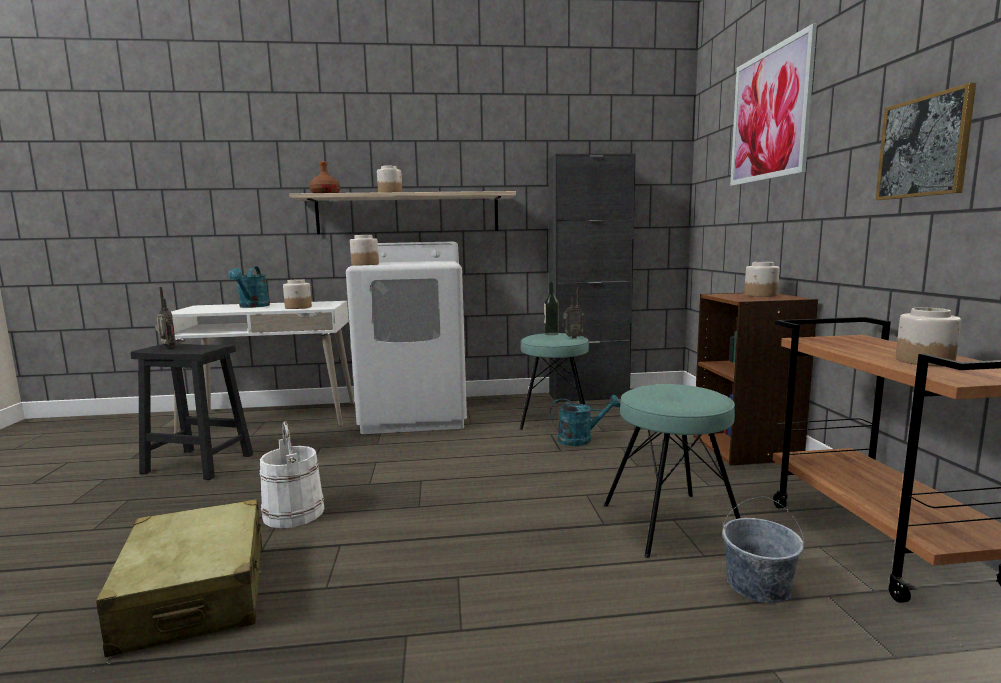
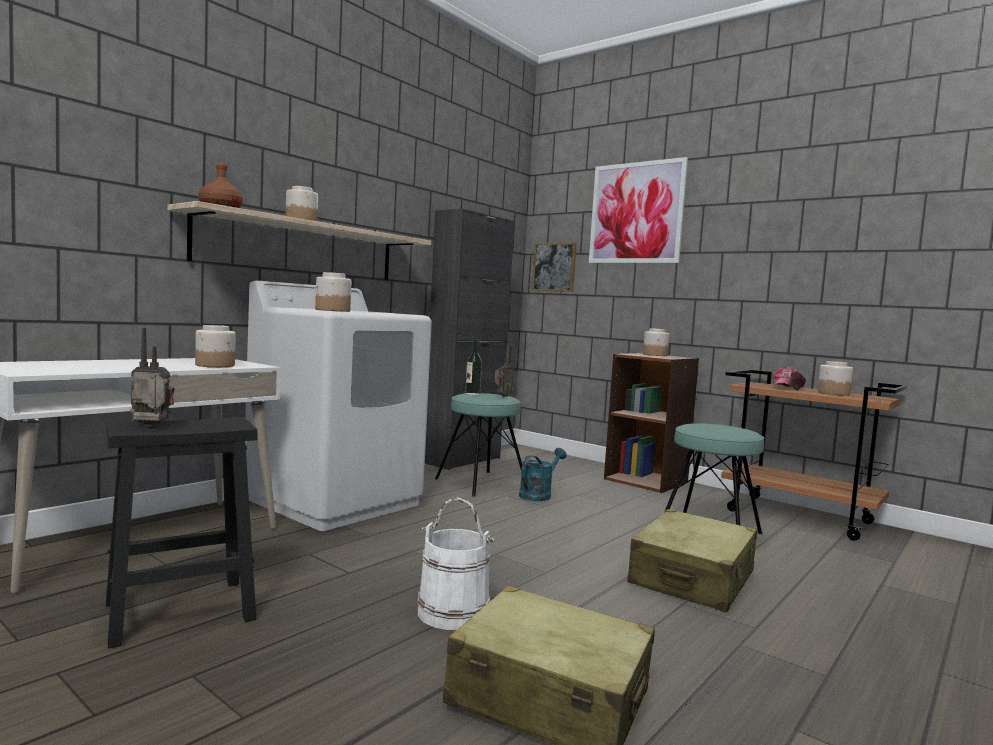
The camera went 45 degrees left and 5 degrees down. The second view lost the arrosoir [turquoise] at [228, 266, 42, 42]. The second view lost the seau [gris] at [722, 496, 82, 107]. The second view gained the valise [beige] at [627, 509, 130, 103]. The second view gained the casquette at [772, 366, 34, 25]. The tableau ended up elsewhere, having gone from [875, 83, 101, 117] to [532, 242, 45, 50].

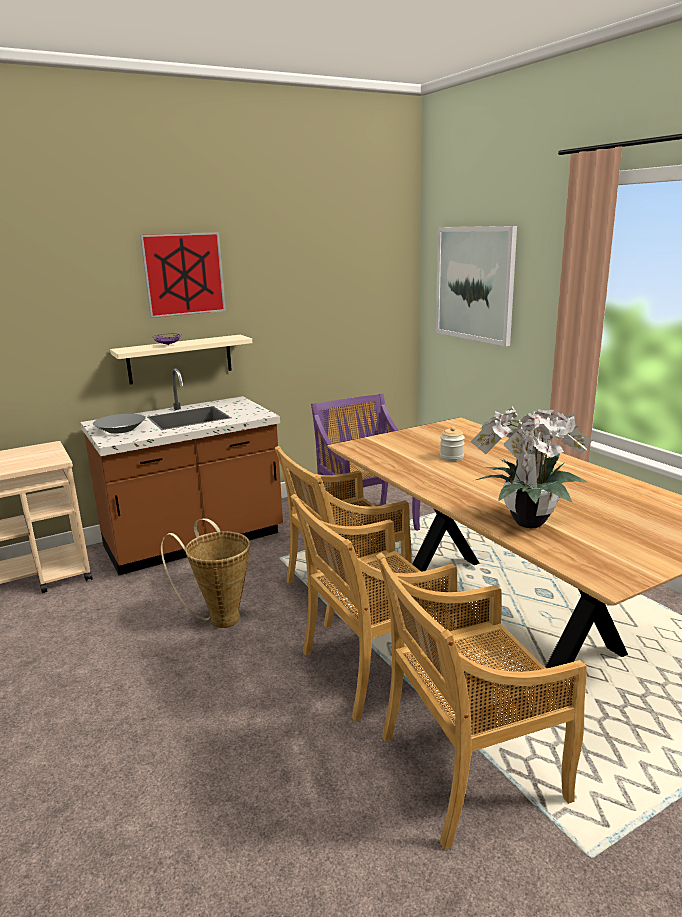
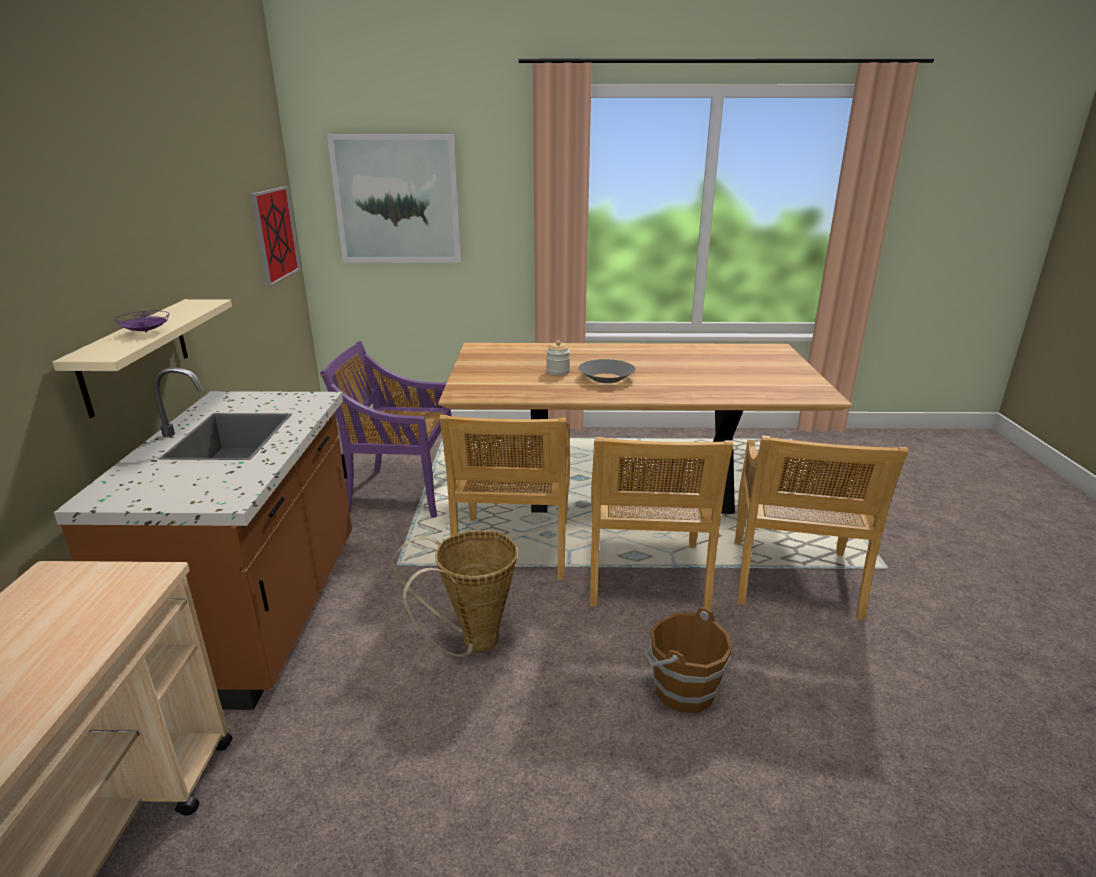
The camera went 60 degrees left and 5 degrees up. The second view lost the plante en pot at [471, 406, 121, 122]. The second view gained the seau [marron] at [644, 607, 88, 106]. The bol [gris] ended up elsewhere, having gone from [93, 414, 52, 20] to [578, 359, 57, 24]. The tableau ended up elsewhere, having gone from [140, 232, 86, 86] to [250, 186, 51, 101].

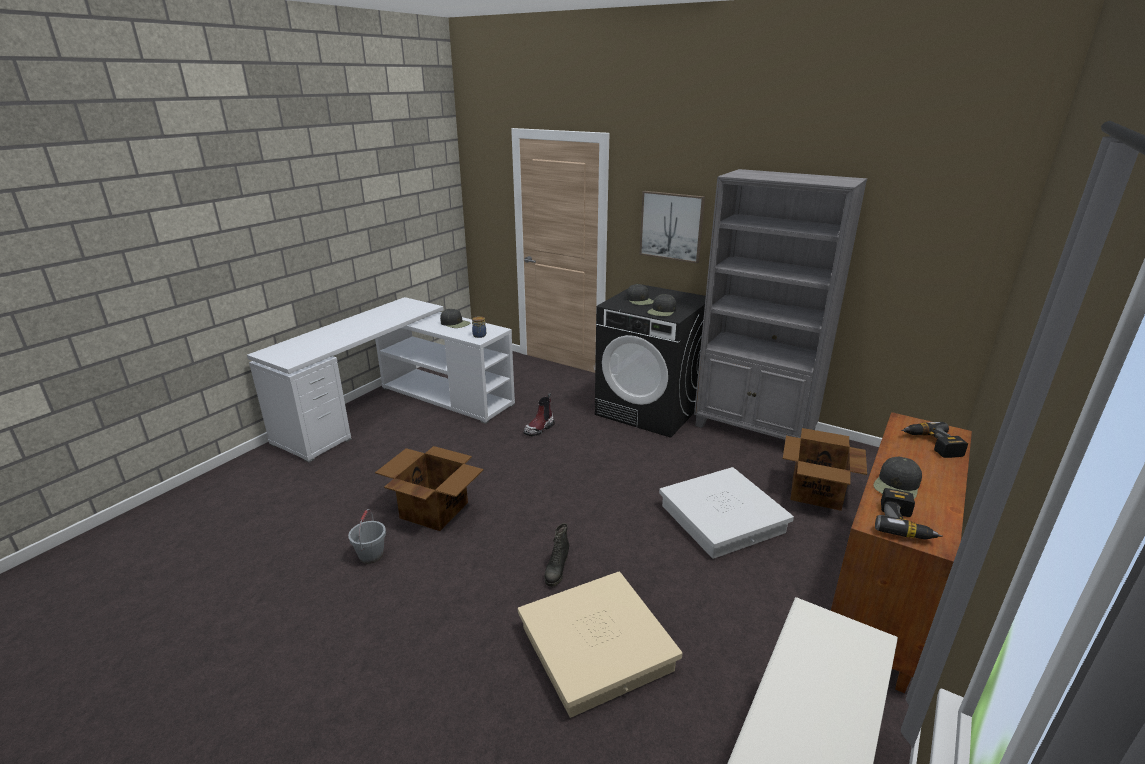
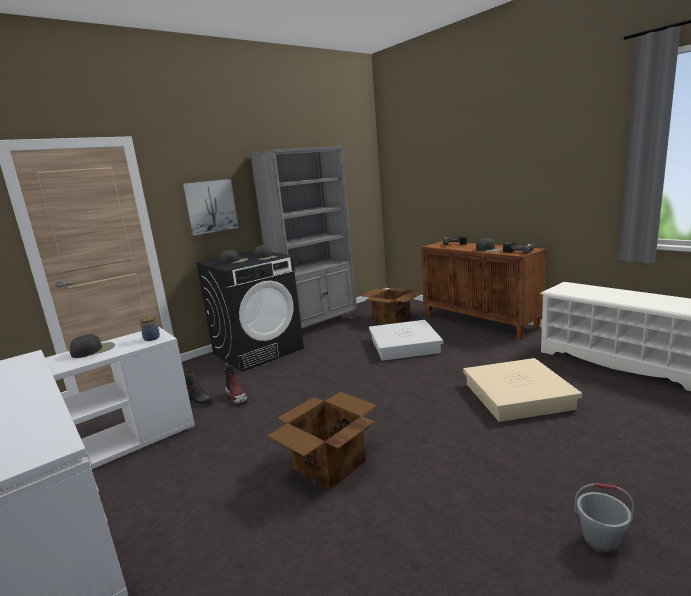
The camera went 70 degrees left and 10 degrees down. The seau [gris] ended up elsewhere, having gone from [348, 509, 38, 55] to [574, 483, 60, 70]. The botte [noir] ended up elsewhere, having gone from [545, 523, 24, 64] to [184, 371, 29, 35].

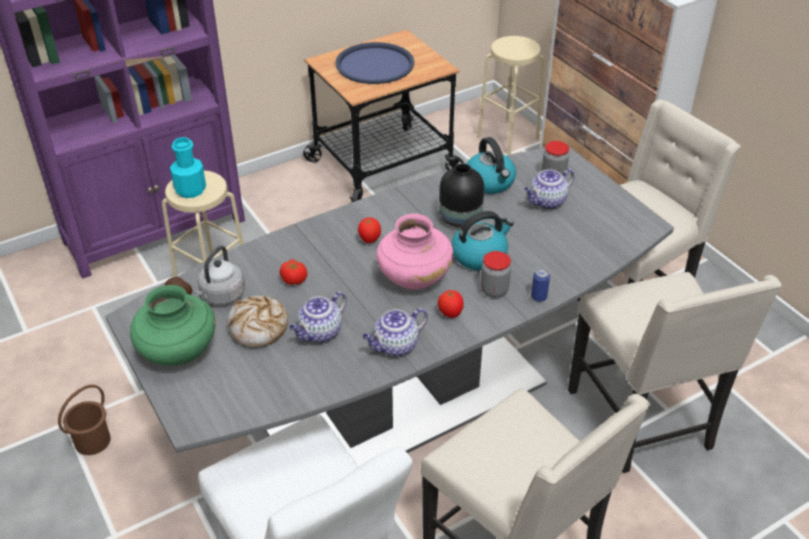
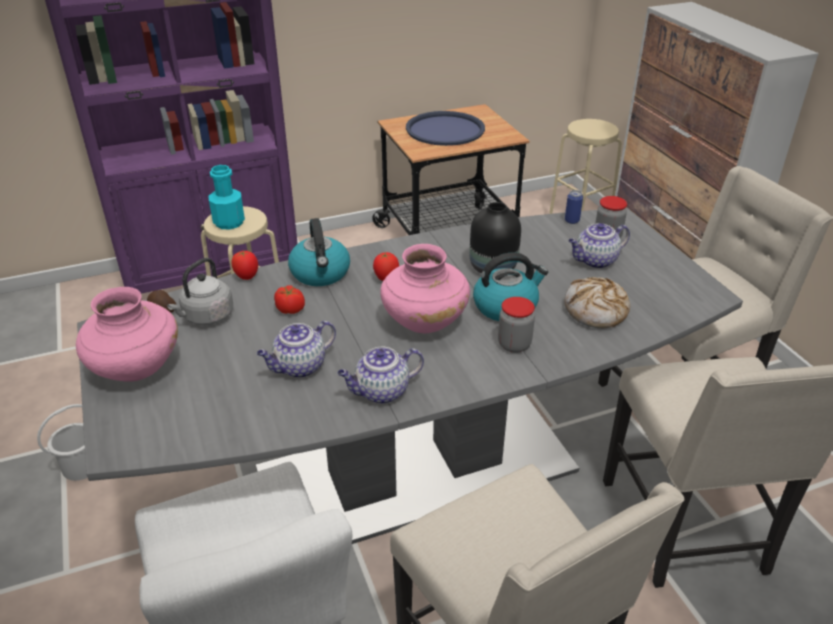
The camera went 10 degrees right and 5 degrees down. The pain ended up elsewhere, having gone from [227, 296, 61, 52] to [564, 277, 66, 52]. The tomate ended up elsewhere, having gone from [438, 290, 26, 28] to [231, 250, 27, 30]. The bouilloire ended up elsewhere, having gone from [467, 137, 49, 57] to [288, 218, 62, 68]. The boîte métallique ended up elsewhere, having gone from [531, 268, 19, 34] to [565, 190, 18, 34]. What was the seau [marron] at [58, 385, 53, 70] turned into the seau [blanc] at [37, 404, 51, 77]. What was the vase [vert] at [130, 285, 86, 81] turned into the vase [rose] at [76, 287, 102, 95].

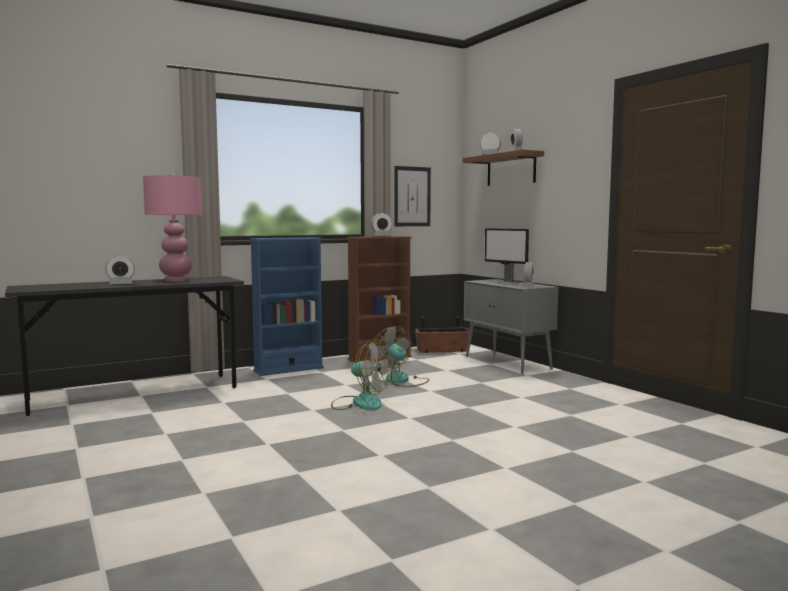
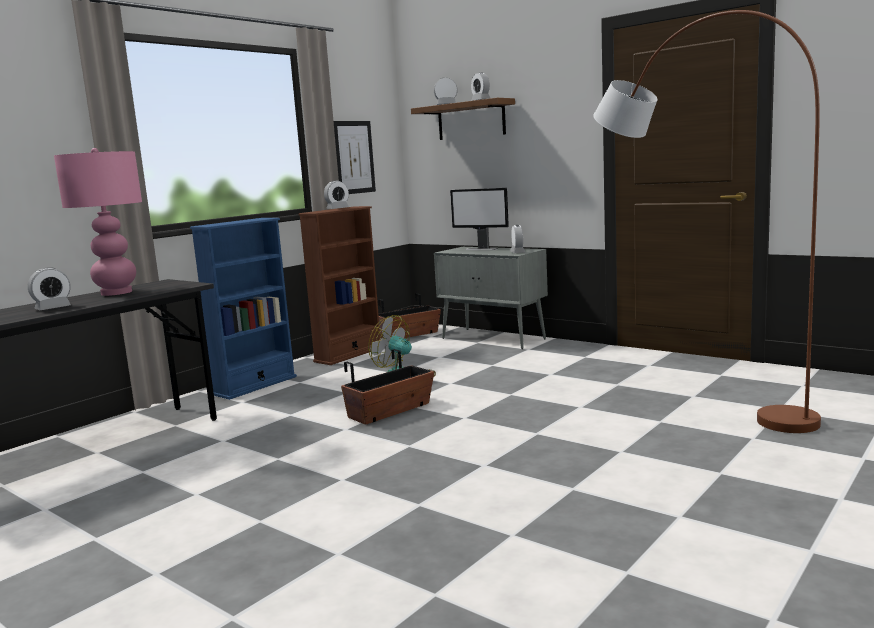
The camera went 20 degrees left and 5 degrees up. The second view gained the lampadaire [marron] at [593, 10, 228, 423]. Where the ventilateur stood at [331, 341, 60, 69], the cache-pot came to stand at [341, 349, 93, 75].

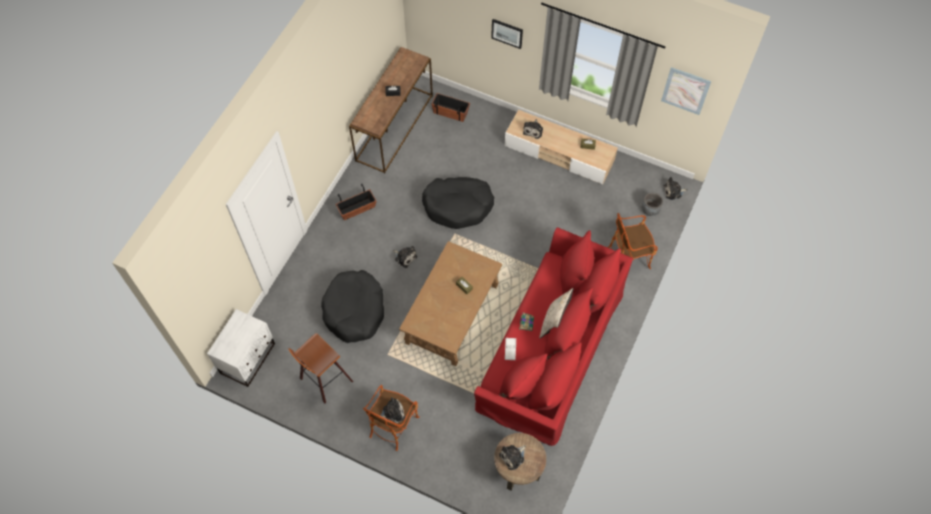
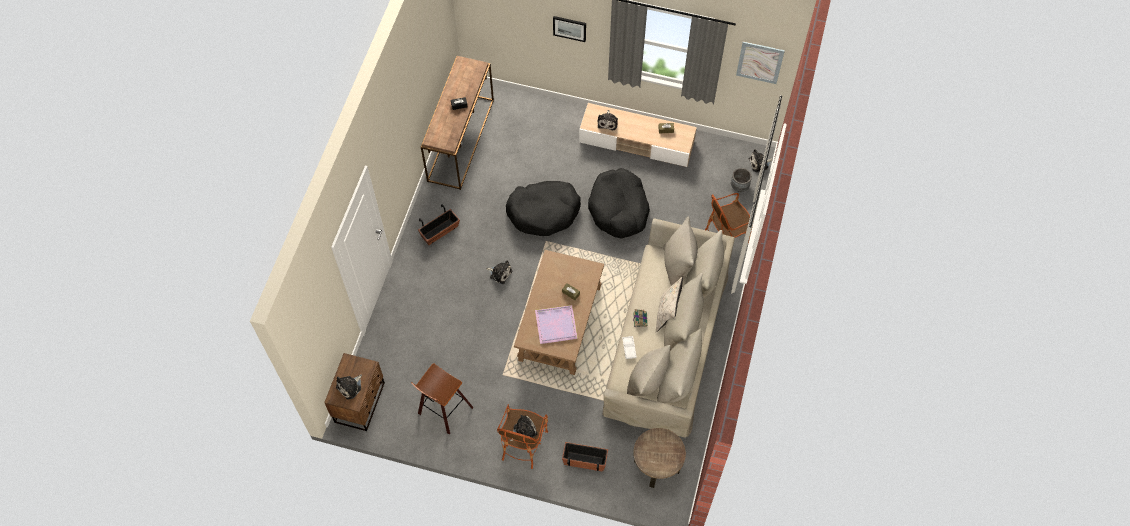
The camera went 10 degrees left and 0 degrees up. The second view gained the plateau [violet] at [535, 305, 43, 39]. The panier pour chien [noir] ended up elsewhere, having gone from [321, 270, 63, 73] to [588, 168, 62, 71]. The cache-pot ended up elsewhere, having gone from [432, 93, 38, 29] to [562, 442, 46, 30]. The peluche ended up elsewhere, having gone from [499, 445, 27, 25] to [336, 374, 26, 26]. What was the table de chevet [blanc] at [207, 309, 68, 78] turned into the table de chevet [marron] at [324, 353, 61, 78]. What was the canapé [rouge] at [474, 227, 159, 219] turned into the canapé [beige] at [602, 216, 133, 222].

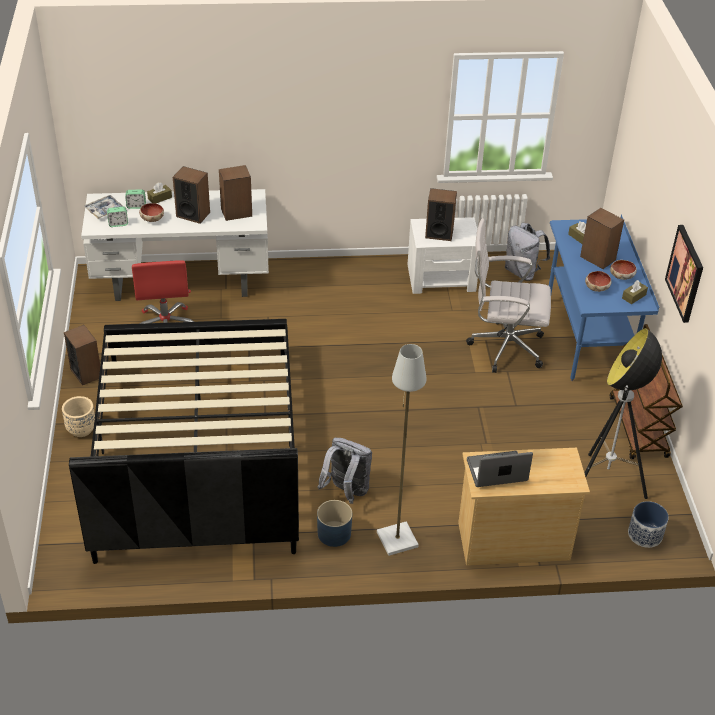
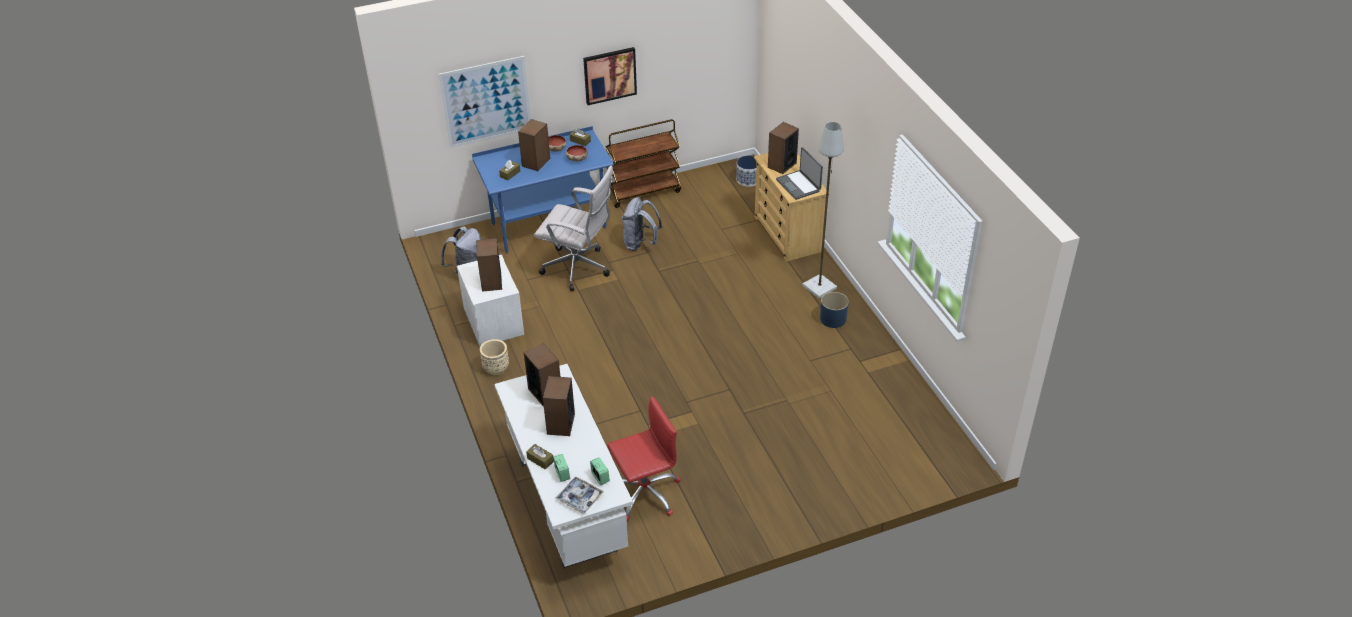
The camera went 105 degrees left and 0 degrees up. The second view lost the lit [noir] at [69, 319, 230, 245]. The second view lost the bol at [139, 203, 25, 19]. The second view lost the lampadaire at [585, 328, 77, 171]. The second view gained the tableau at [439, 56, 92, 92]. The cache-pot [beige] ended up elsewhere, having gone from [62, 396, 33, 41] to [480, 339, 29, 36]. The enceinte ended up elsewhere, having gone from [64, 325, 36, 60] to [768, 122, 31, 52]. The sac à dos [gris] ended up elsewhere, having gone from [317, 438, 55, 66] to [622, 197, 41, 54]. The chaise de bureau [blanc] at [466, 218, 85, 155] ended up facing another way, 60 degrees counterclockwise from before.

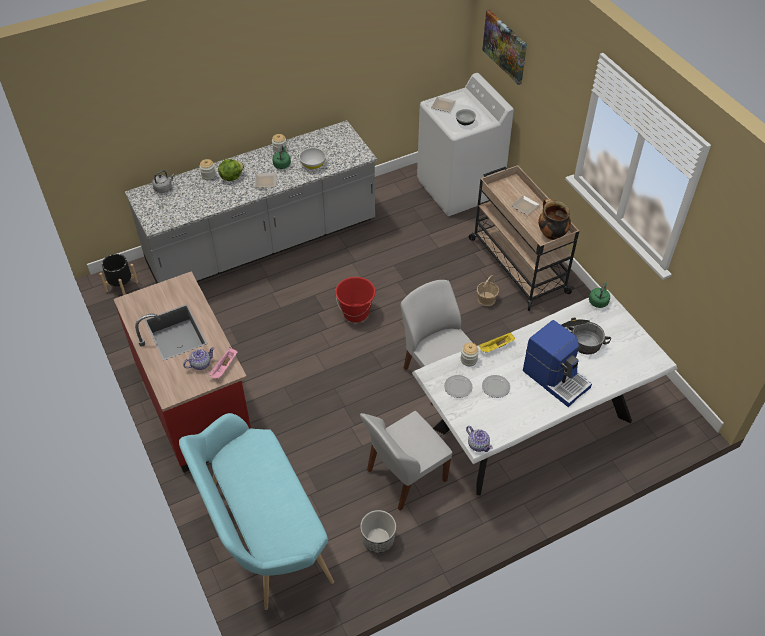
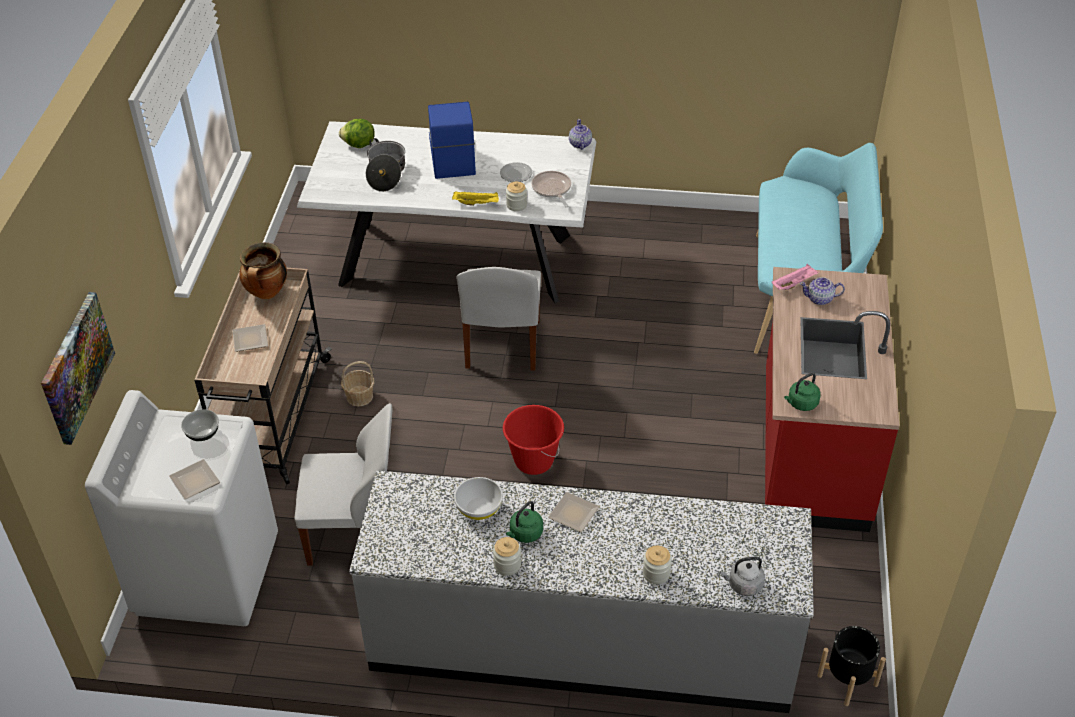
The camera went 145 degrees left and 5 degrees down. The second view lost the cache-pot at [360, 510, 36, 43]. The laitue ended up elsewhere, having gone from [218, 159, 26, 22] to [339, 119, 36, 29]. The chaise [blanc] ended up elsewhere, having gone from [360, 411, 92, 100] to [294, 403, 98, 163]. The bouilloire [vert] ended up elsewhere, having gone from [589, 283, 21, 25] to [784, 373, 37, 38]. Where the assiette stood at [444, 375, 29, 23], the poêle came to stand at [531, 171, 40, 36].

